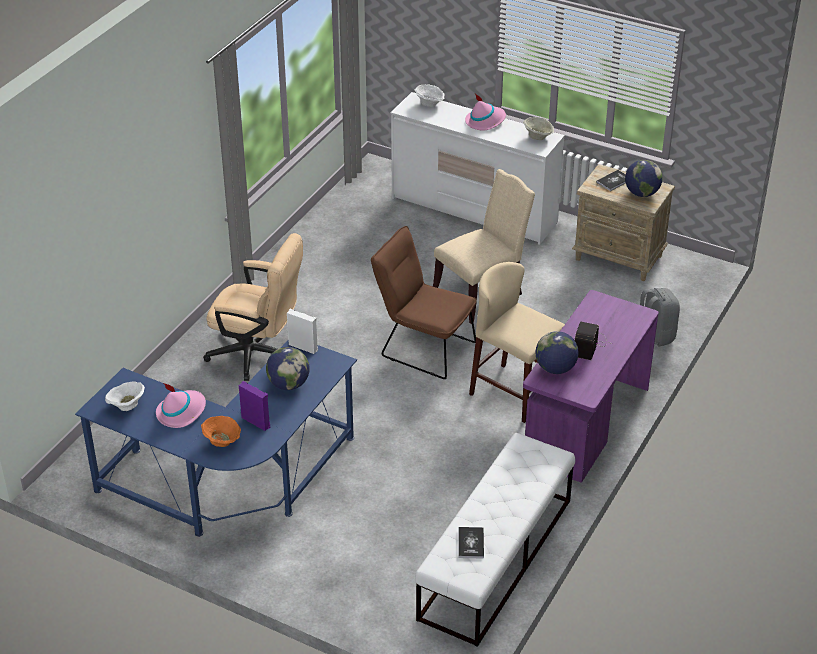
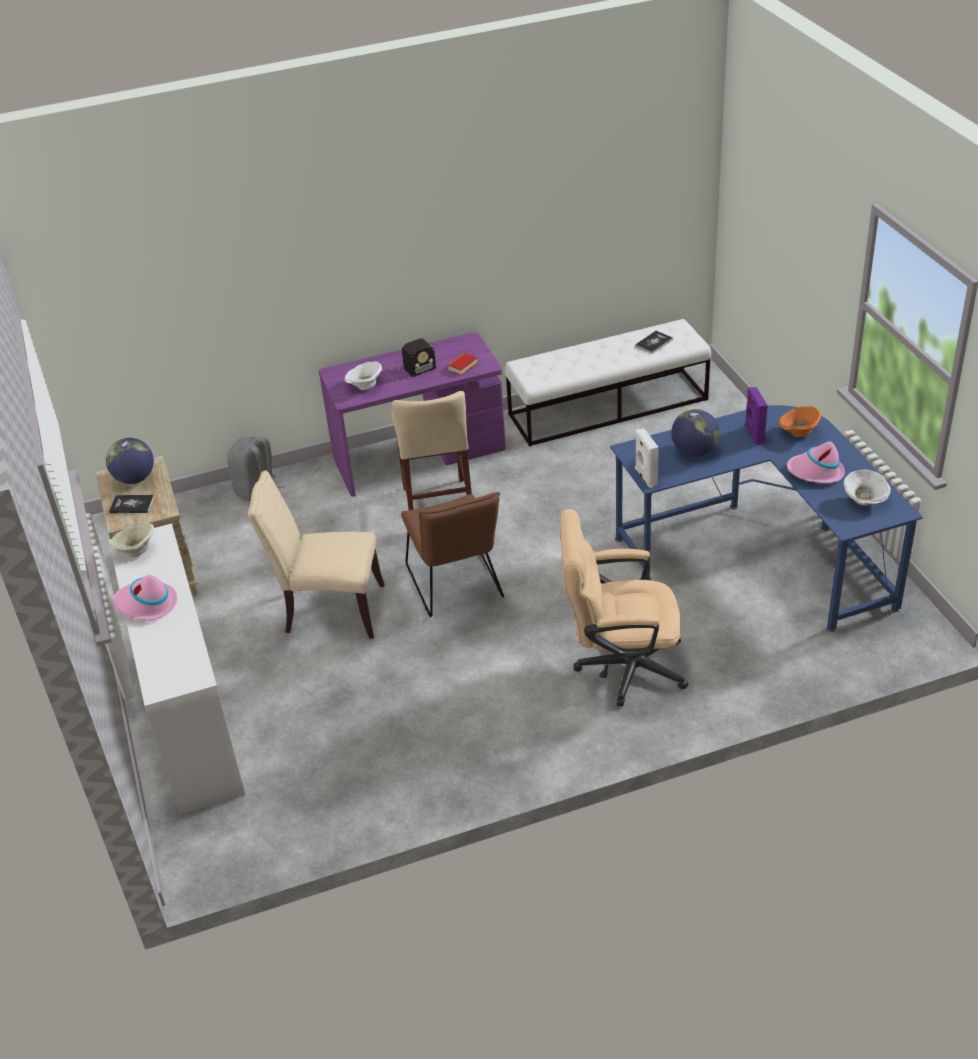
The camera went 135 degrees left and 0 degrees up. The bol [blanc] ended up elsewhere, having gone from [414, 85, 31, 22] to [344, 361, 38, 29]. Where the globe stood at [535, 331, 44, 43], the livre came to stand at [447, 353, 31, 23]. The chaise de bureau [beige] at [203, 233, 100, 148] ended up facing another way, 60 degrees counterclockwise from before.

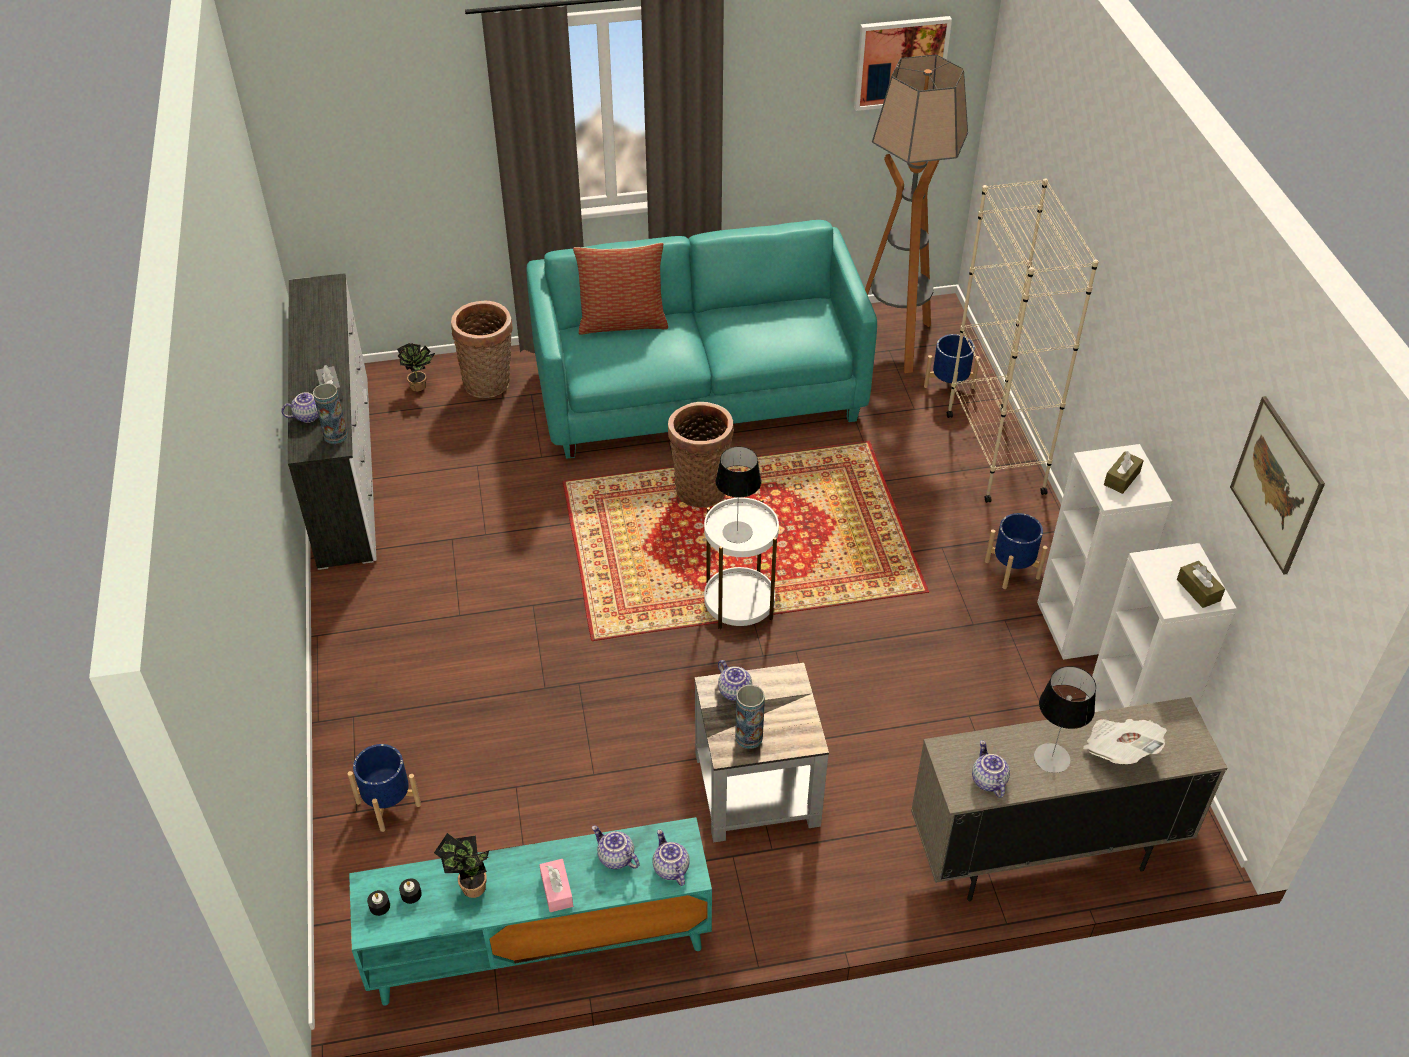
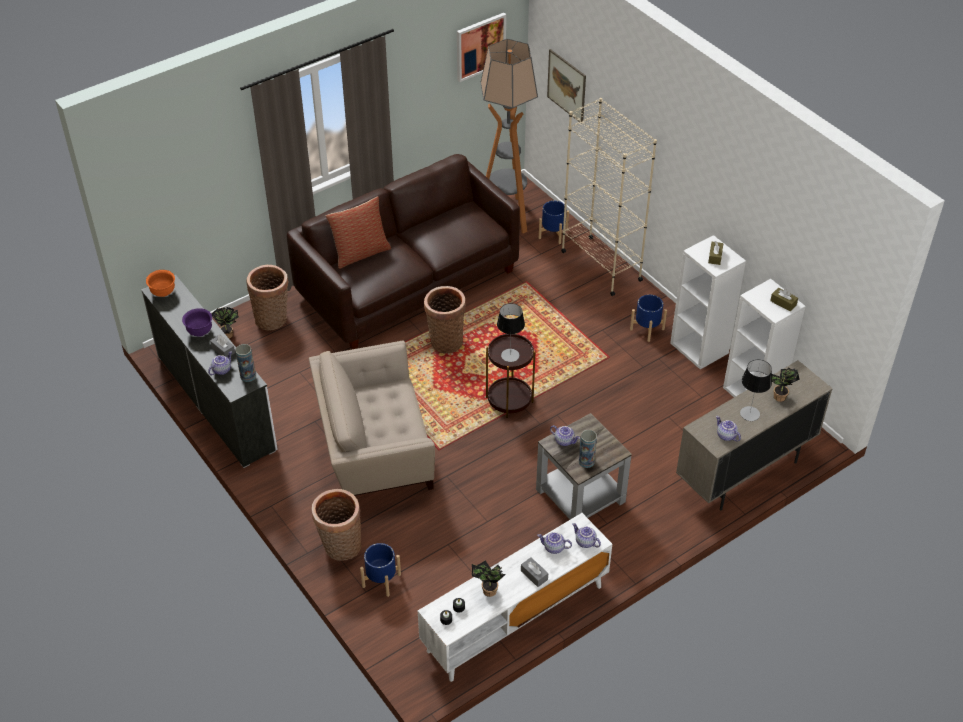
The camera went 25 degrees left and 0 degrees up. The second view gained the bol [orange] at [146, 270, 29, 27]. The second view gained the bol [violet] at [182, 308, 30, 29]. The second view gained the fauteuil [beige] at [309, 341, 126, 155]. The second view gained the panier at [312, 489, 49, 72]. The tableau ended up elsewhere, having gone from [1230, 396, 95, 179] to [547, 49, 39, 75]. Where the journal stood at [1083, 719, 84, 45], the plante en pot came to stand at [772, 367, 28, 35]. What was the meuble télé [turquoise] at [349, 817, 363, 189] turned into the meuble télé [blanc] at [418, 513, 194, 169]. What was the canapé [turquoise] at [526, 220, 351, 239] turned into the canapé [marron] at [287, 154, 233, 195]. What was the boîte à mouchoirs [rose] at [539, 859, 34, 53] turned into the boîte à mouchoirs [gris] at [521, 557, 27, 30]. What was the table d'appoint [blanc] at [704, 497, 75, 132] turned into the table d'appoint [marron] at [486, 334, 50, 84].

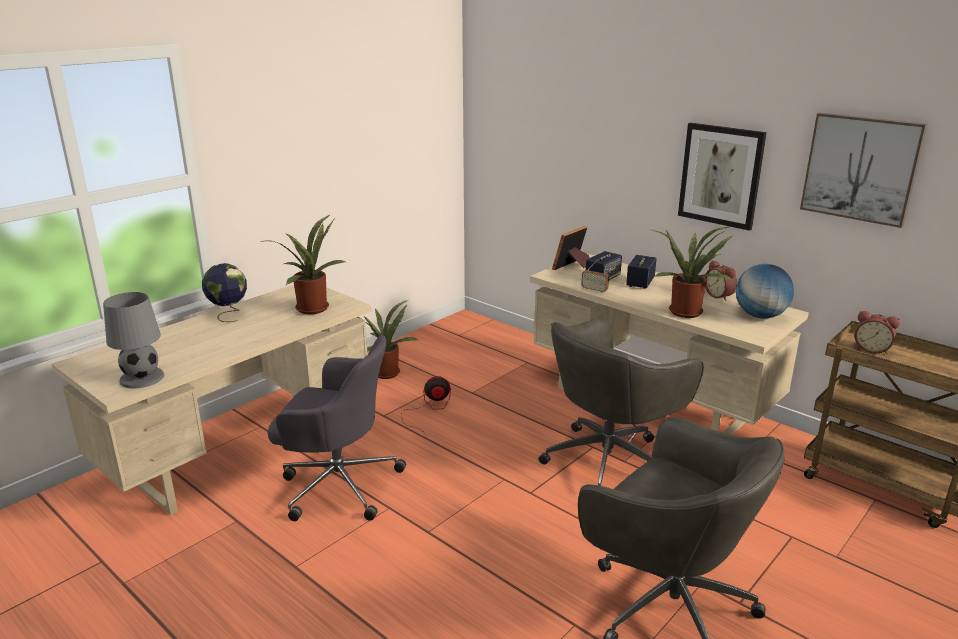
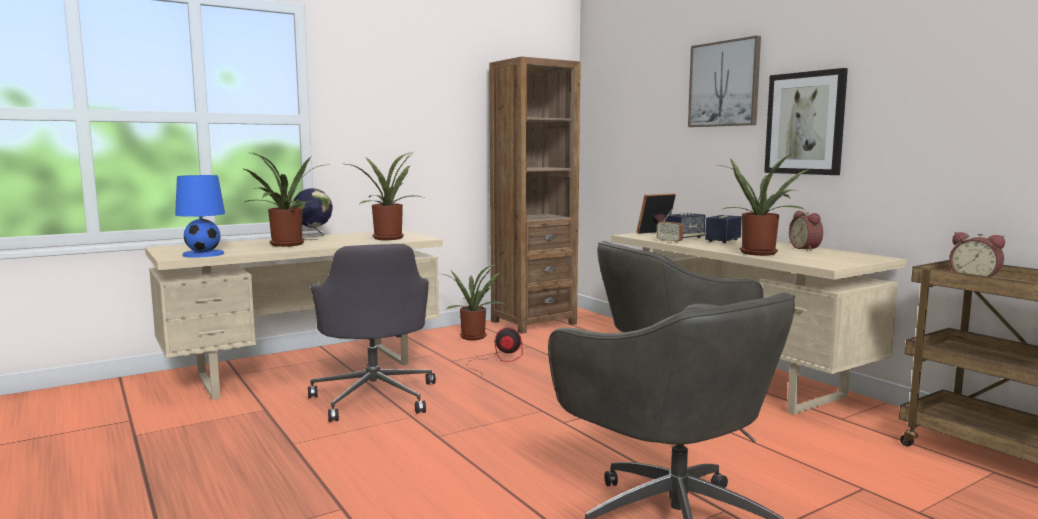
The camera went 15 degrees right and 15 degrees down. The second view lost the globe at [736, 264, 58, 54]. The second view gained the plante en pot at [243, 153, 87, 94]. The second view gained the bibliothèque [marron] at [489, 57, 92, 277]. The tableau ended up elsewhere, having gone from [800, 113, 127, 115] to [688, 36, 73, 91]. What was the lampe de table [gris] at [103, 292, 61, 96] turned into the lampe de table [bleu] at [175, 175, 50, 82]. The chaise de bureau [gris] at [268, 335, 138, 186] ended up facing another way, 45 degrees clockwise from before.

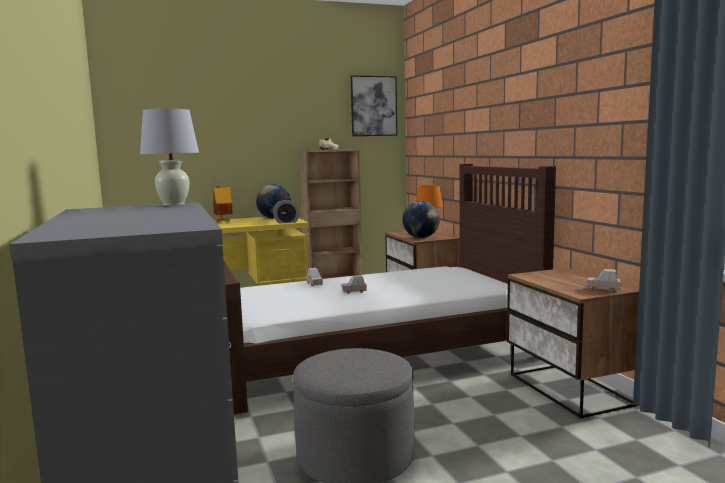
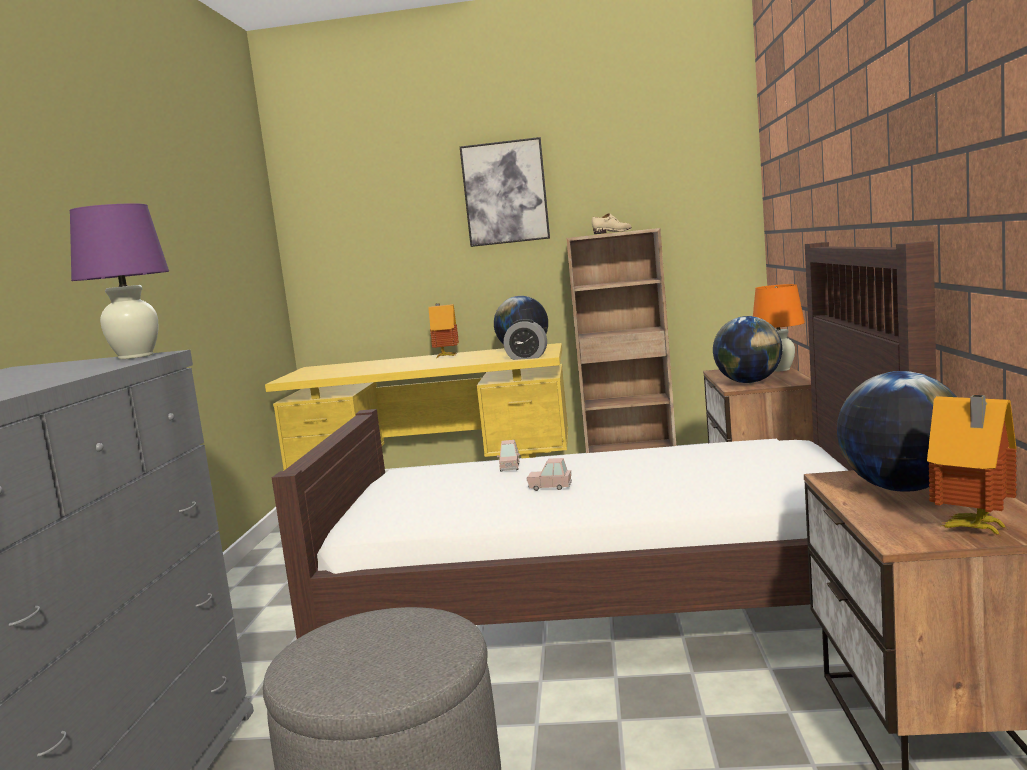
The camera went 25 degrees right and 0 degrees up. The second view gained the globe at [837, 371, 120, 121]. The tableau ended up elsewhere, having gone from [350, 75, 47, 61] to [460, 137, 90, 110]. Where the petite voiture [rose] stood at [587, 269, 34, 23], the maison miniature came to stand at [927, 395, 90, 142]. What was the lampe de table [blanc] at [140, 109, 59, 97] turned into the lampe de table [violet] at [69, 203, 100, 156].

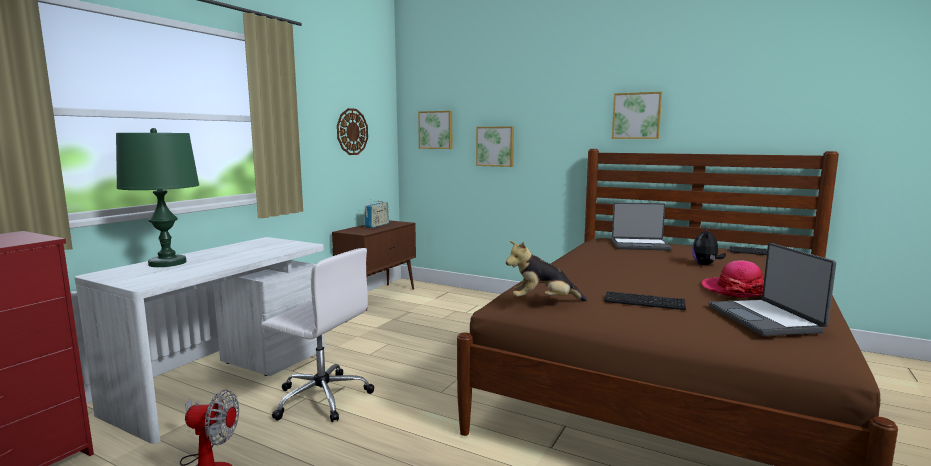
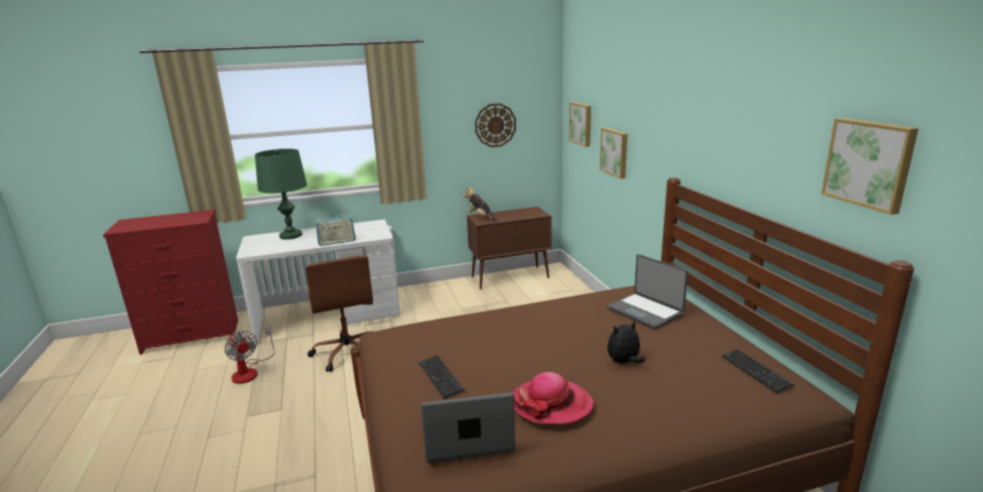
The camera went 45 degrees right and 10 degrees up. The radio ended up elsewhere, having gone from [365, 201, 24, 27] to [316, 214, 40, 32]. The peluche ended up elsewhere, having gone from [506, 241, 81, 60] to [463, 186, 35, 36]. The tableau ended up elsewhere, having gone from [612, 92, 50, 47] to [821, 118, 97, 97]. What was the chaise de bureau [blanc] at [261, 248, 113, 174] turned into the chaise de bureau [marron] at [305, 256, 69, 116]. The ordinateur portable at [708, 243, 128, 93] ended up facing another way, 45 degrees clockwise from before.

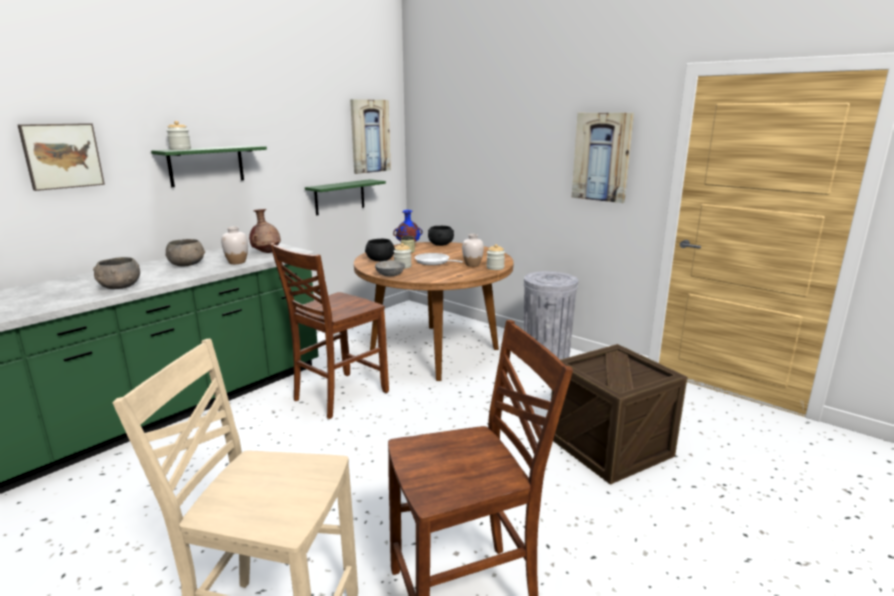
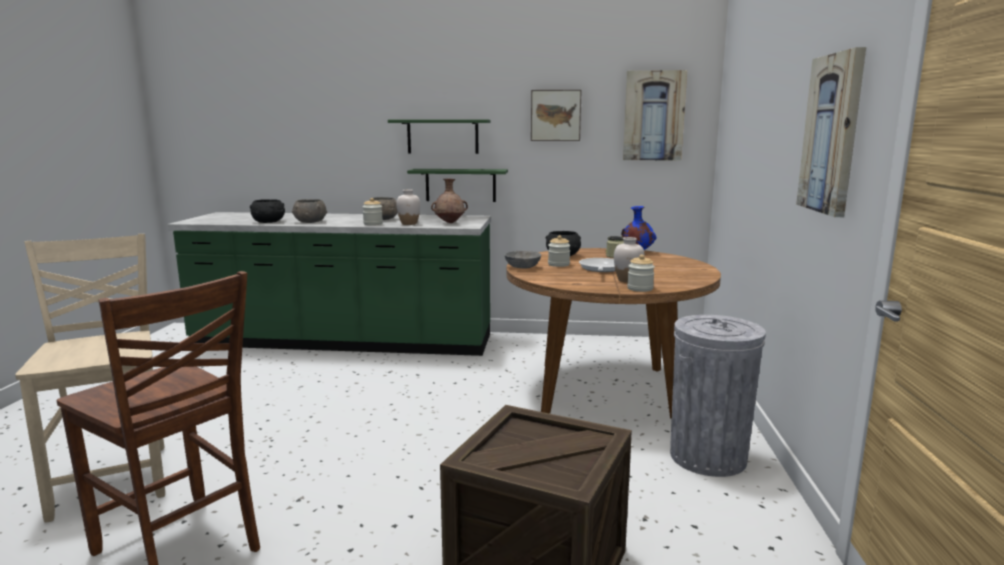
The camera went 55 degrees right and 5 degrees down. The second view lost the chaise [marron] at [270, 243, 119, 176]. The tableau ended up elsewhere, having gone from [18, 123, 87, 68] to [531, 90, 51, 51]. The bocal ended up elsewhere, having gone from [166, 121, 25, 29] to [363, 198, 20, 27]. The étagère [vert] ended up elsewhere, having gone from [305, 179, 81, 36] to [407, 169, 101, 33]. The bol [noir] ended up elsewhere, having gone from [428, 226, 26, 20] to [250, 199, 35, 24].

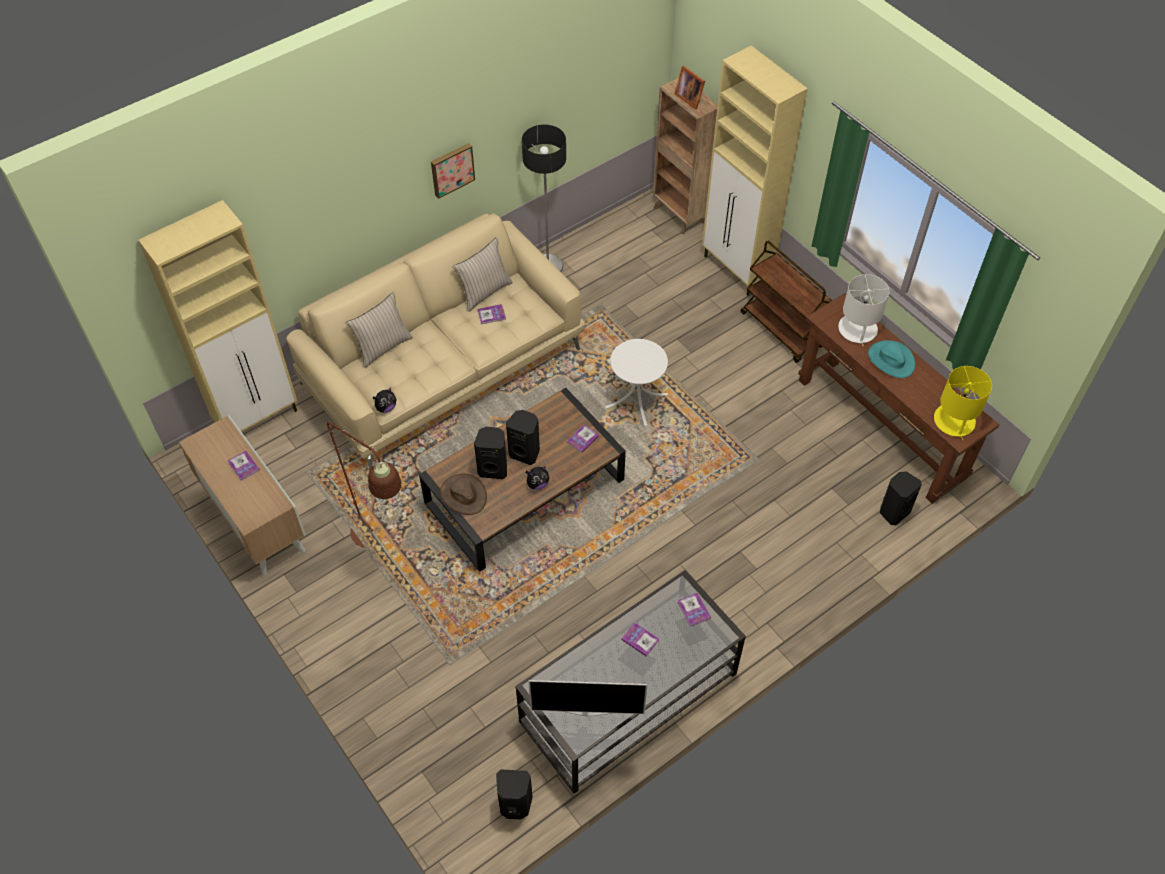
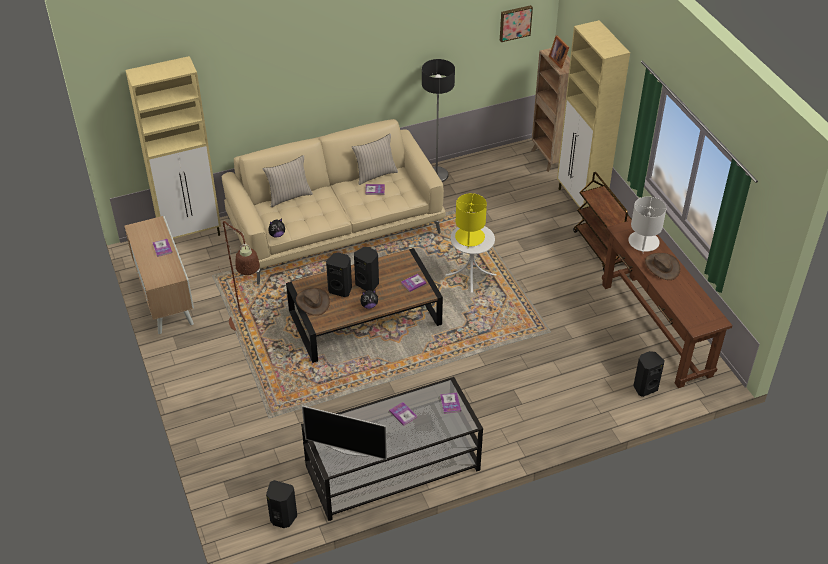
The camera went 15 degrees right and 10 degrees down. The tableau ended up elsewhere, having gone from [431, 143, 44, 56] to [500, 5, 33, 37]. The lampe de table [jaune] ended up elsewhere, having gone from [934, 366, 58, 74] to [455, 193, 32, 54]. What was the chapeau [turquoise] at [868, 340, 47, 38] turned into the chapeau [marron] at [645, 253, 35, 27].

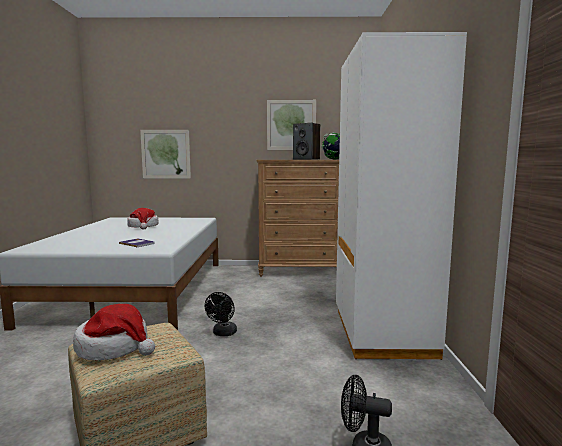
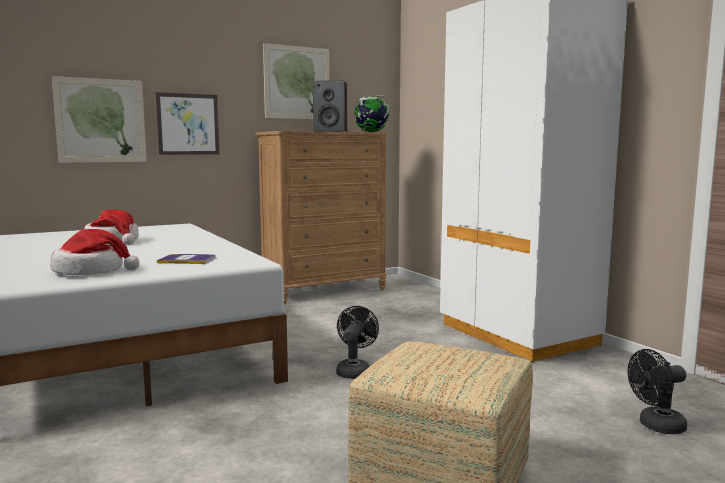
The camera went 30 degrees left and 0 degrees up. The second view gained the tableau at [155, 92, 64, 63]. The chapeau ended up elsewhere, having gone from [73, 304, 82, 57] to [50, 229, 90, 46]. The ventilateur [noir] at [205, 292, 32, 44] ended up facing another way, 150 degrees counterclockwise from before.

